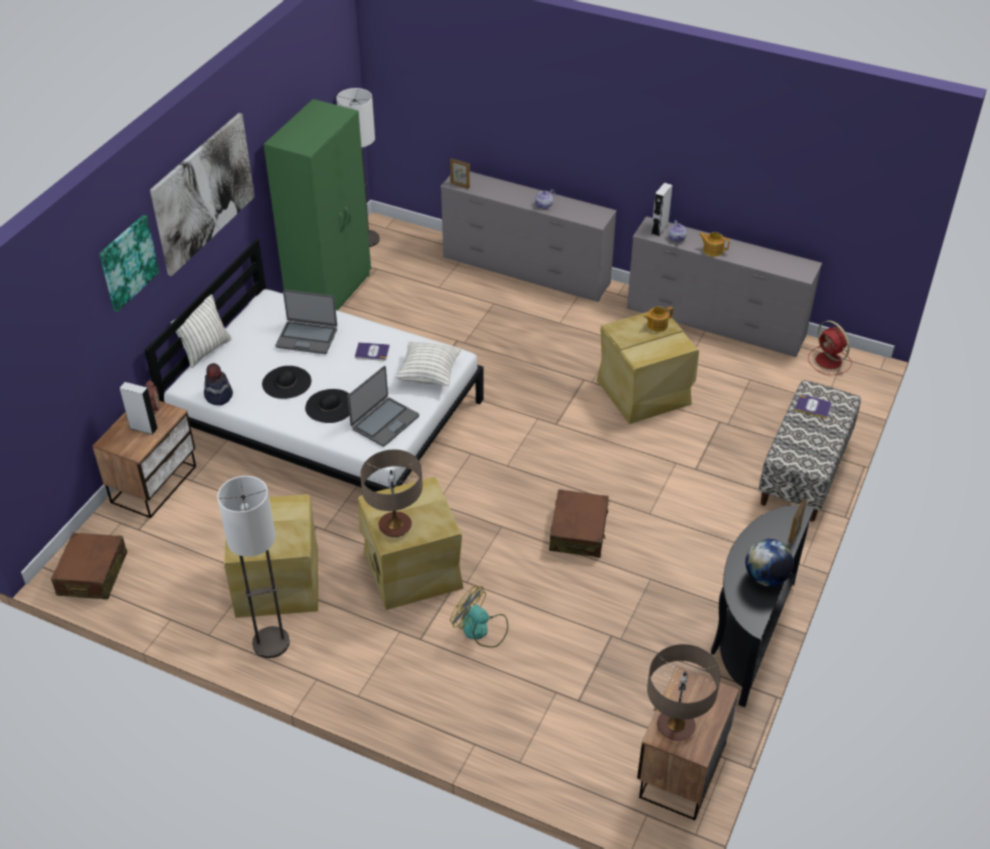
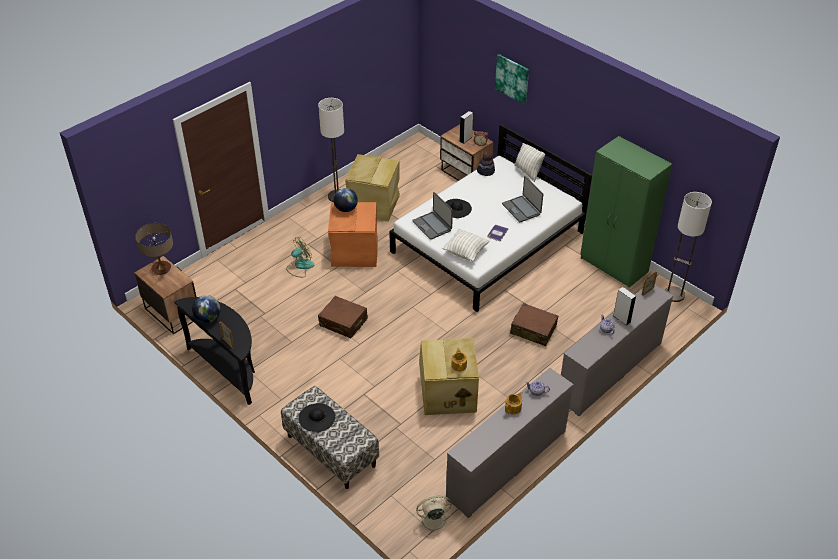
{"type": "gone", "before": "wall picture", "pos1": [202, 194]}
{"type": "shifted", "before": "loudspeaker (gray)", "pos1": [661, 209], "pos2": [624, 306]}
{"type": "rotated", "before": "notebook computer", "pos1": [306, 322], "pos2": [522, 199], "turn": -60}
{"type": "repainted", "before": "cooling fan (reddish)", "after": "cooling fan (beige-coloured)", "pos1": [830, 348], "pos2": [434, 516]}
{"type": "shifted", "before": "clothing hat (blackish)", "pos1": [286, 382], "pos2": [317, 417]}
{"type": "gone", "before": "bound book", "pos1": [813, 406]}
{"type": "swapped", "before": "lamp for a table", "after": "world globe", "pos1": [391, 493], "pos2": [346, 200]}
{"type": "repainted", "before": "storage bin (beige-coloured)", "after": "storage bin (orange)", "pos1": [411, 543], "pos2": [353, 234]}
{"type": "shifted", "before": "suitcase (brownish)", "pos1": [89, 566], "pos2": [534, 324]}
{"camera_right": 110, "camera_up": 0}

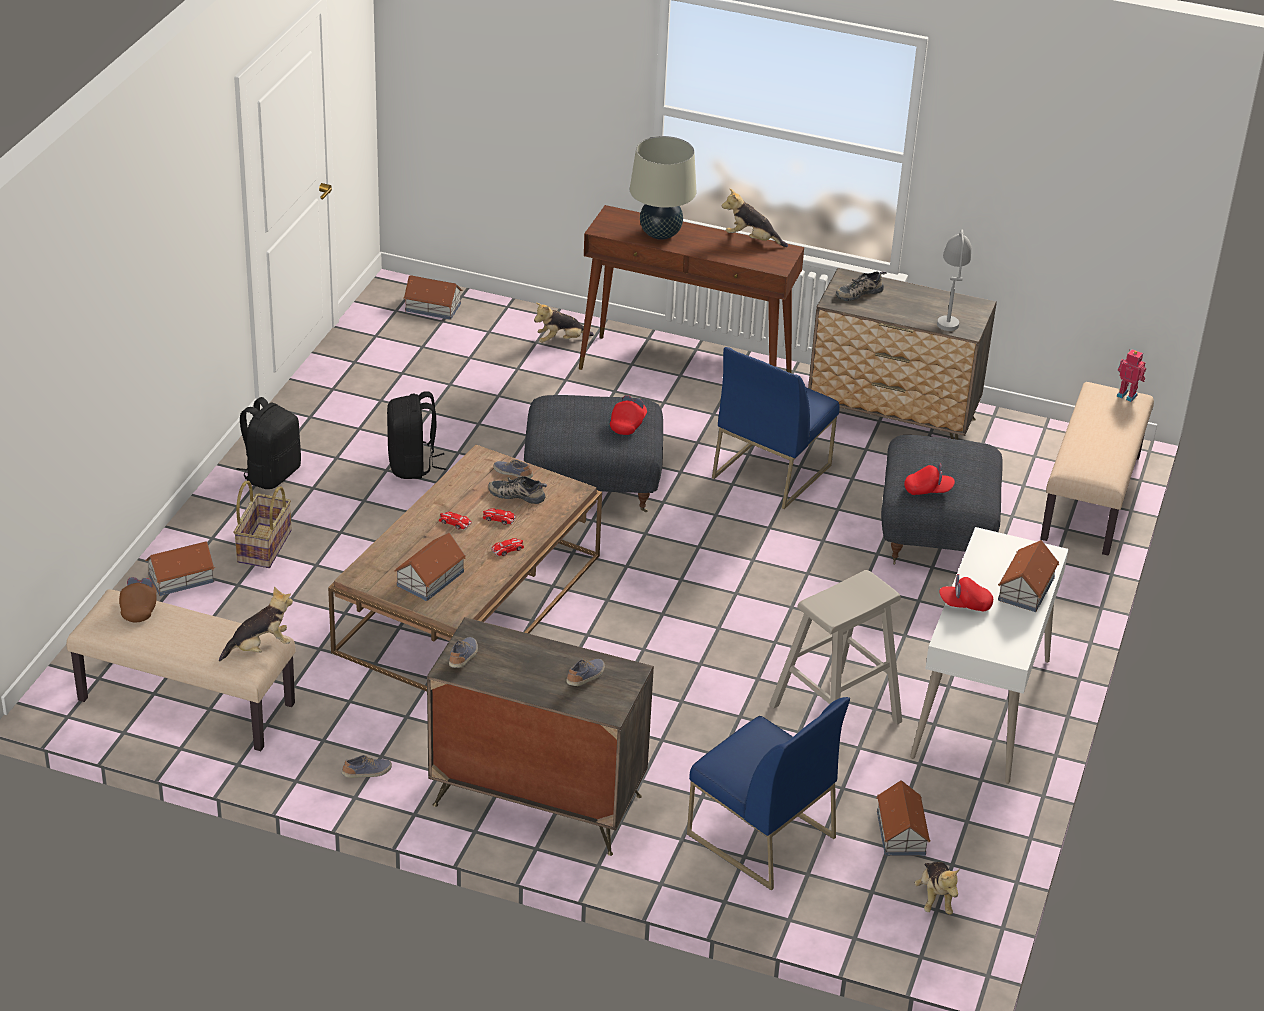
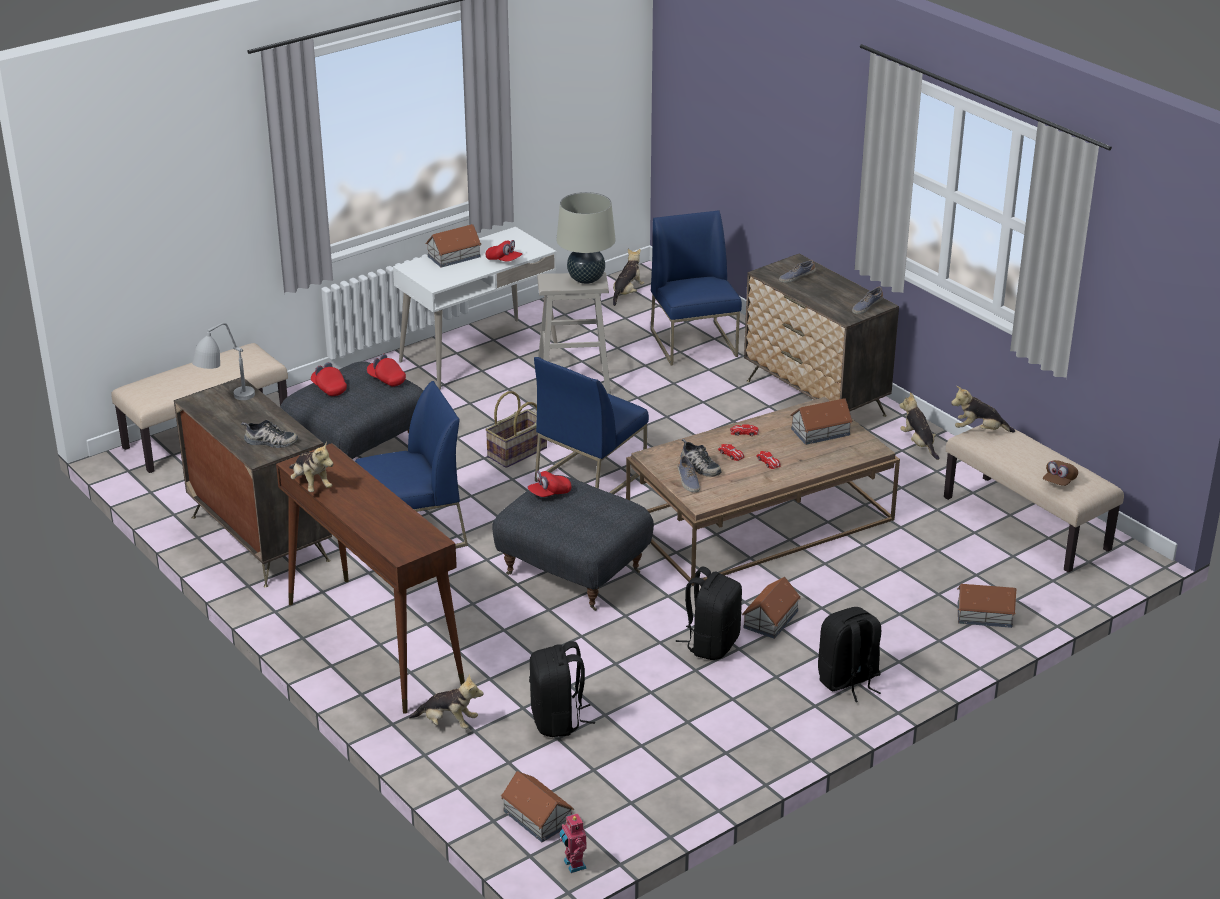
{"type": "shifted", "before": "lamp for a table (beige-coloured)", "pos1": [663, 188], "pos2": [586, 238]}
{"type": "shifted", "before": "robot figure", "pos1": [1131, 375], "pos2": [573, 842]}
{"type": "shifted", "before": "household basket", "pos1": [262, 524], "pos2": [516, 429]}
{"type": "swapped", "before": "item of footwear", "after": "cuddly toy", "pos1": [367, 766], "pos2": [919, 426]}
{"type": "shifted", "before": "toy house", "pos1": [903, 818], "pos2": [771, 608]}
{"type": "new", "after": "plain chair (blue-coloured)", "pos2": [591, 425]}
{"type": "new", "after": "cap (reddish)", "pos2": [329, 379]}
{"type": "new", "after": "knapsack (blackish)", "pos2": [562, 689]}
{"camera_right": -145, "camera_up": -5}

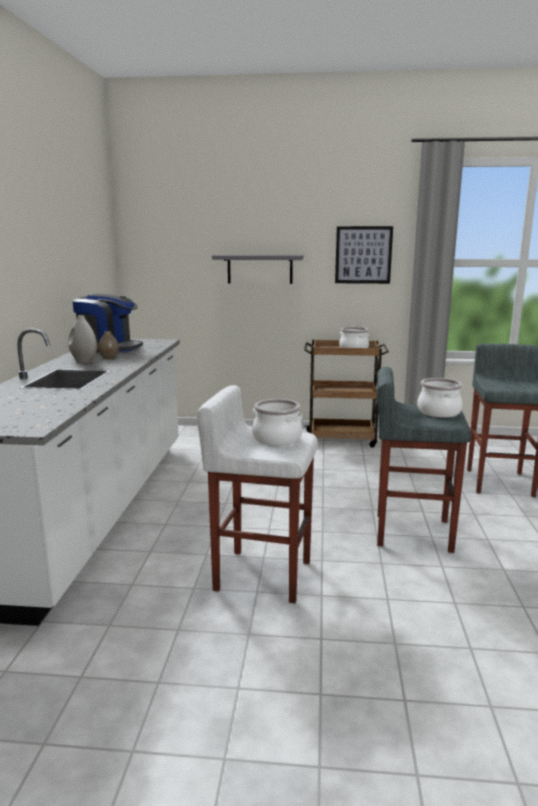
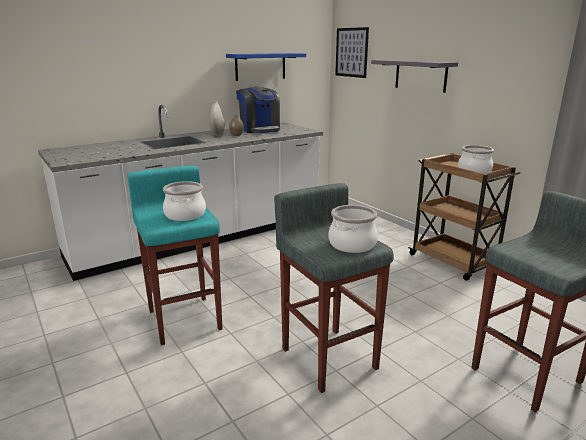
{"type": "shifted", "before": "wall picture", "pos1": [364, 255], "pos2": [352, 52]}
{"type": "repainted", "before": "stool seat (white-coloured)", "after": "stool seat (turquoise-coloured)", "pos1": [257, 494], "pos2": [174, 255]}
{"type": "new", "after": "wall shelf (blue-coloured)", "pos2": [266, 67]}
{"camera_right": 50, "camera_up": 5}

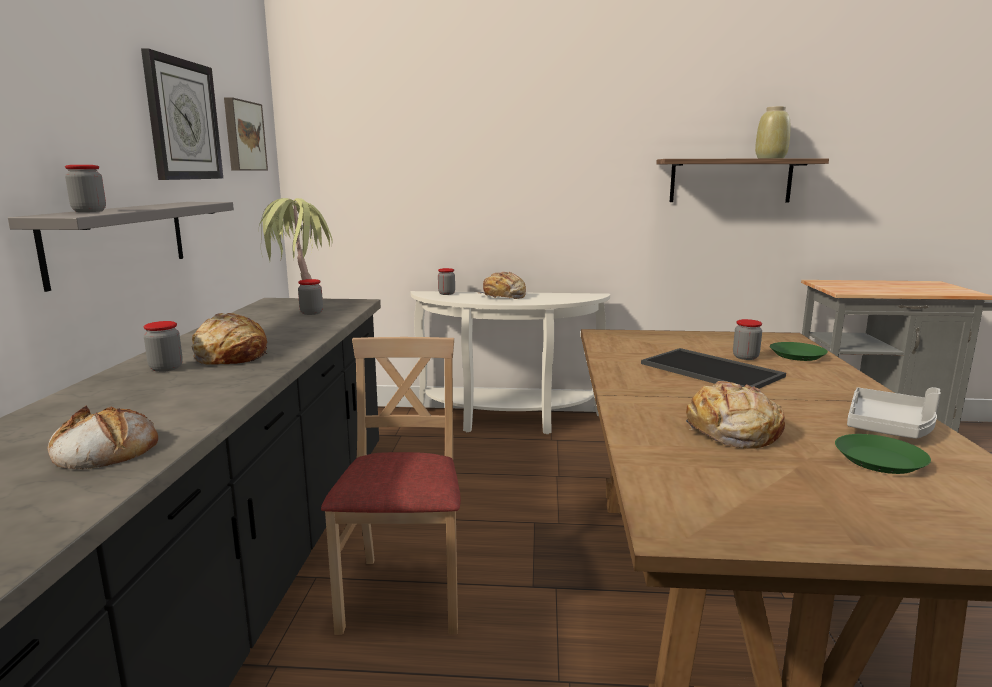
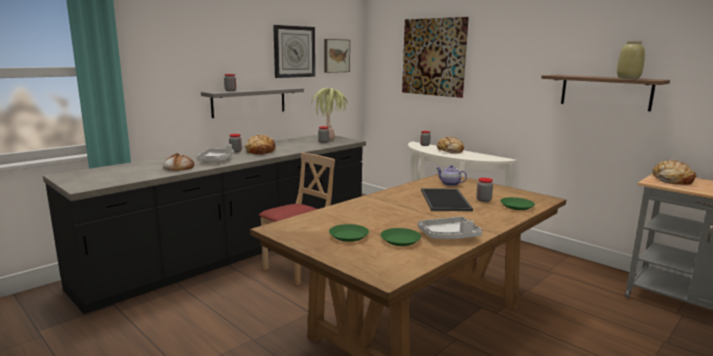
{"type": "shifted", "before": "baked bread", "pos1": [735, 414], "pos2": [674, 172]}
{"type": "new", "after": "wall picture", "pos2": [435, 57]}
{"type": "new", "after": "carrying tray (gray)", "pos2": [215, 153]}
{"type": "new", "after": "teapot", "pos2": [452, 175]}
{"type": "new", "after": "dinner plate (greenish)", "pos2": [349, 233]}
{"camera_right": 40, "camera_up": 0}

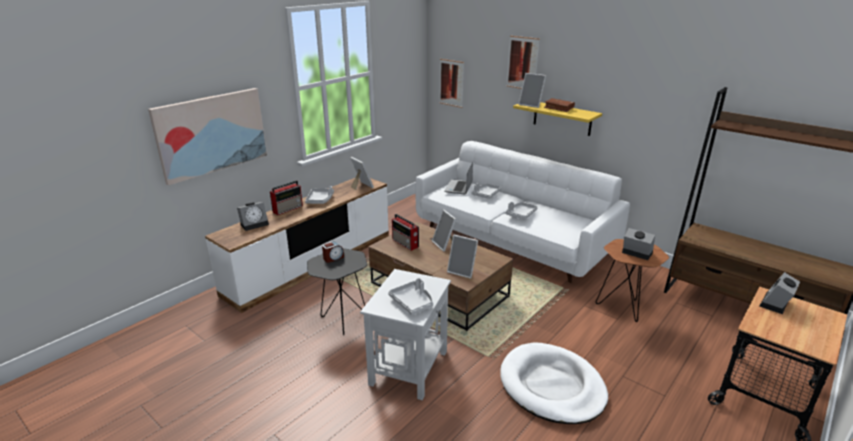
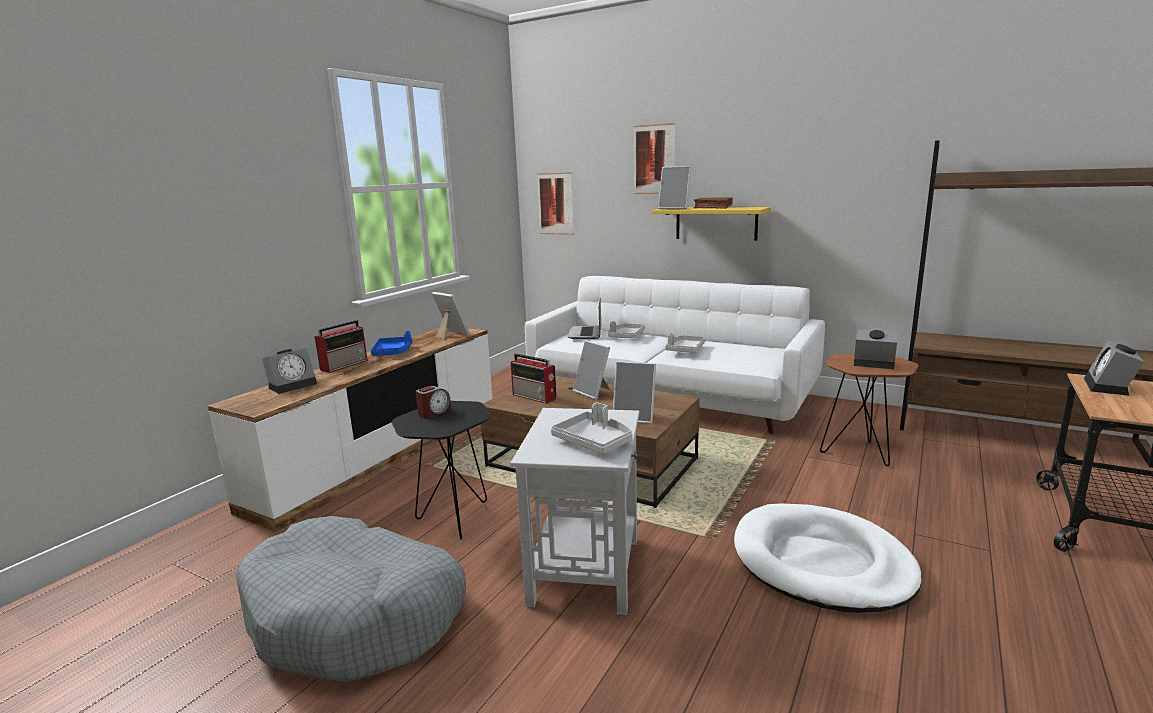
{"type": "gone", "before": "wall picture", "pos1": [207, 136]}
{"type": "repainted", "before": "carrying tray (gray)", "after": "carrying tray (blue-coloured)", "pos1": [319, 195], "pos2": [391, 343]}
{"type": "new", "after": "dog bed (gray)", "pos2": [351, 599]}
{"camera_right": -10, "camera_up": -10}

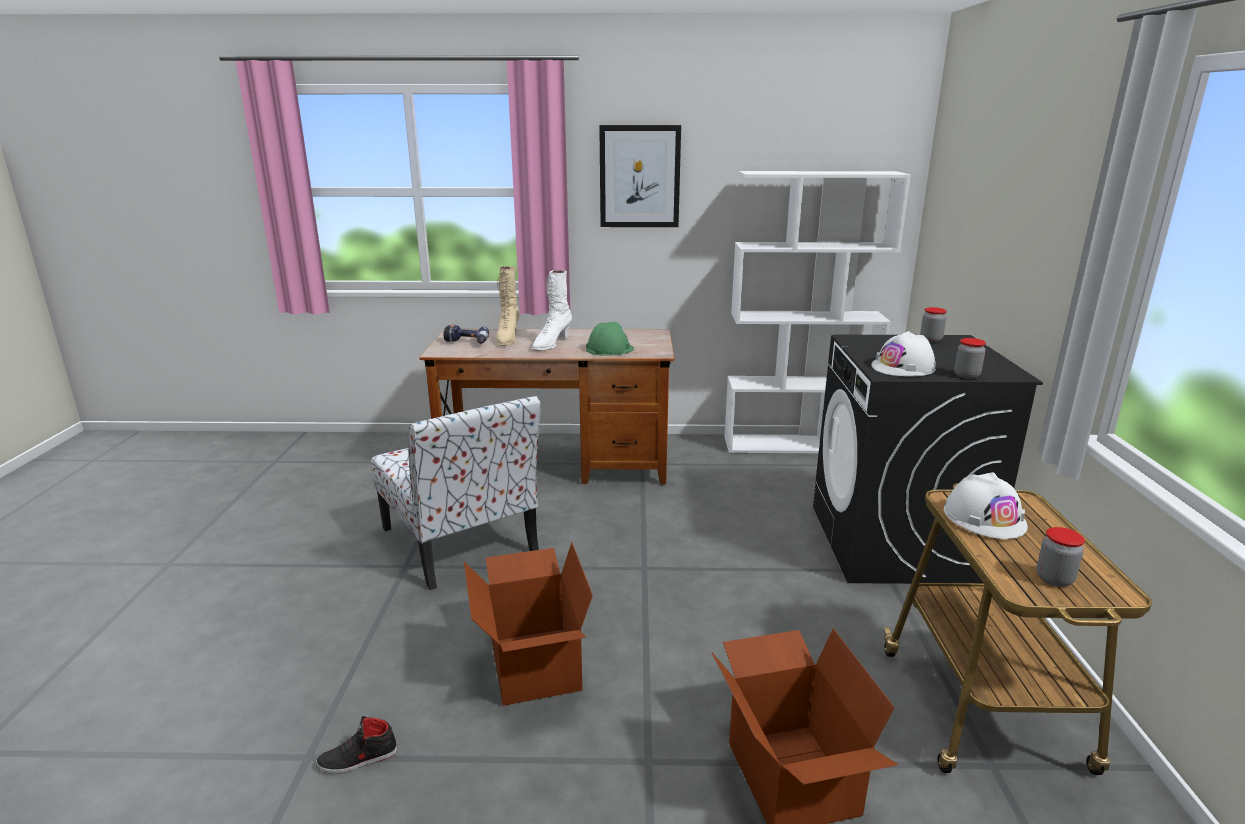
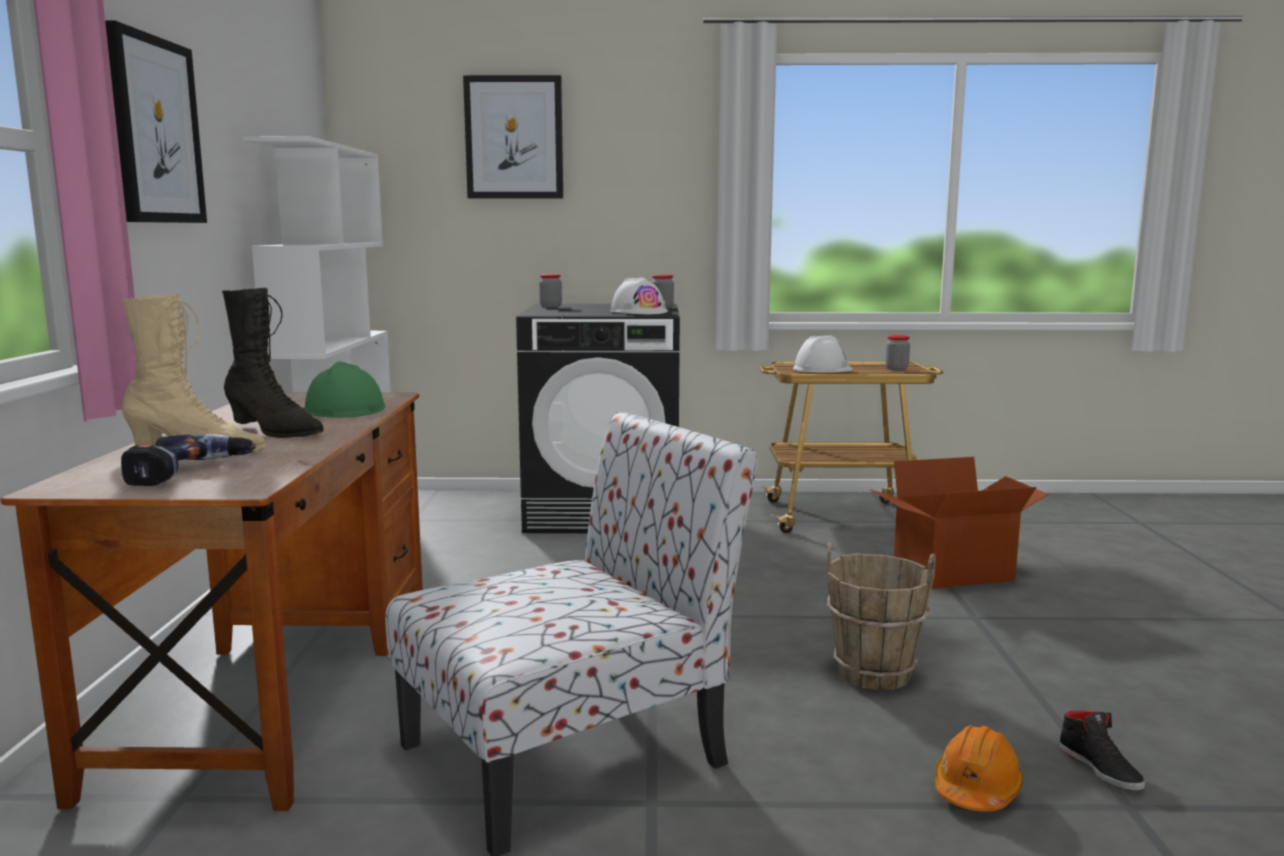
{"type": "repainted", "before": "boot (white-coloured)", "after": "boot (blackish)", "pos1": [552, 310], "pos2": [273, 363]}
{"type": "swapped", "before": "carton", "after": "pail (brownish)", "pos1": [528, 624], "pos2": [881, 616]}
{"type": "new", "after": "wall picture", "pos2": [513, 136]}
{"type": "new", "after": "work helmet (orange)", "pos2": [979, 768]}
{"camera_right": -90, "camera_up": -10}

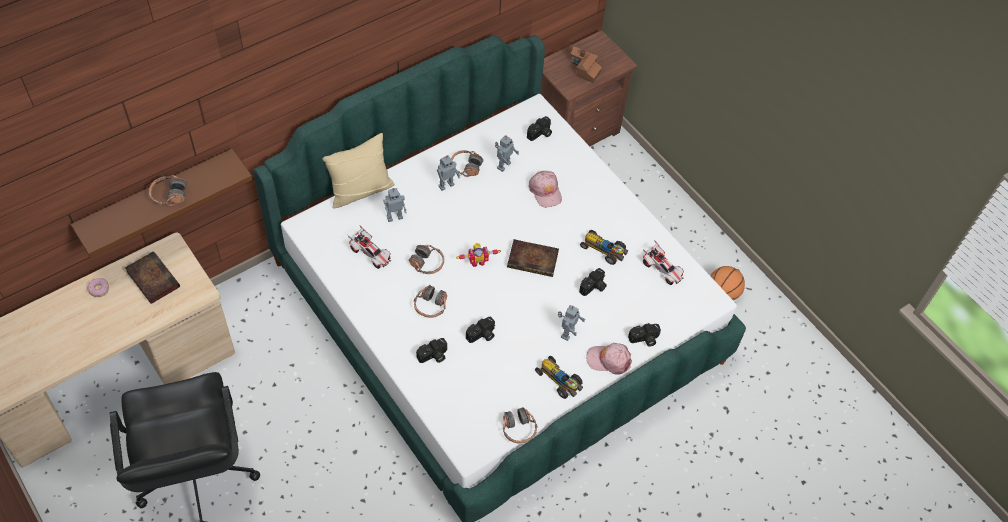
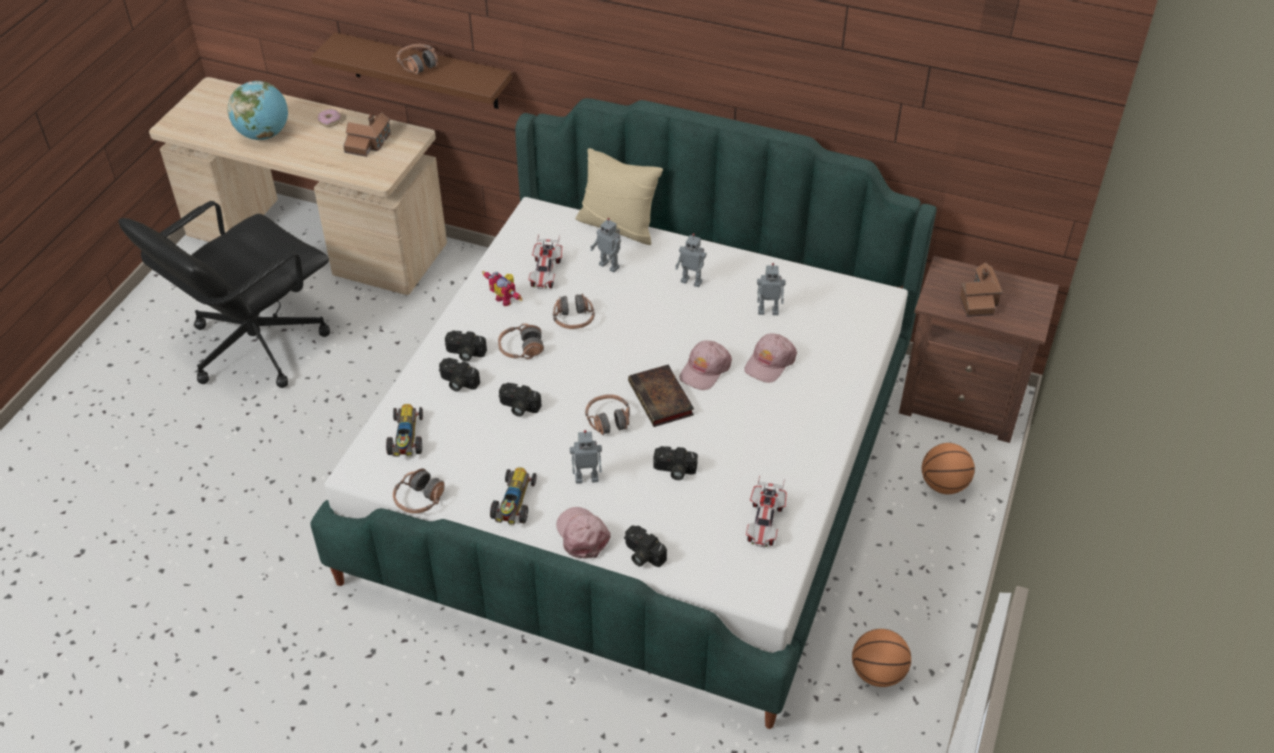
{"type": "shifted", "before": "photo camera", "pos1": [539, 128], "pos2": [466, 346]}
{"type": "shifted", "before": "headset", "pos1": [467, 163], "pos2": [607, 414]}
{"type": "shifted", "before": "miniature car", "pos1": [604, 247], "pos2": [404, 430]}
{"type": "shifted", "before": "robot figure", "pos1": [478, 255], "pos2": [502, 288]}
{"type": "swapped", "before": "bound book", "after": "toy house", "pos1": [152, 277], "pos2": [367, 134]}
{"type": "new", "after": "world globe", "pos2": [258, 110]}
{"type": "new", "after": "cap (pink)", "pos2": [706, 365]}
{"type": "new", "after": "basketball ball", "pos2": [948, 468]}
{"camera_right": 60, "camera_up": -10}

